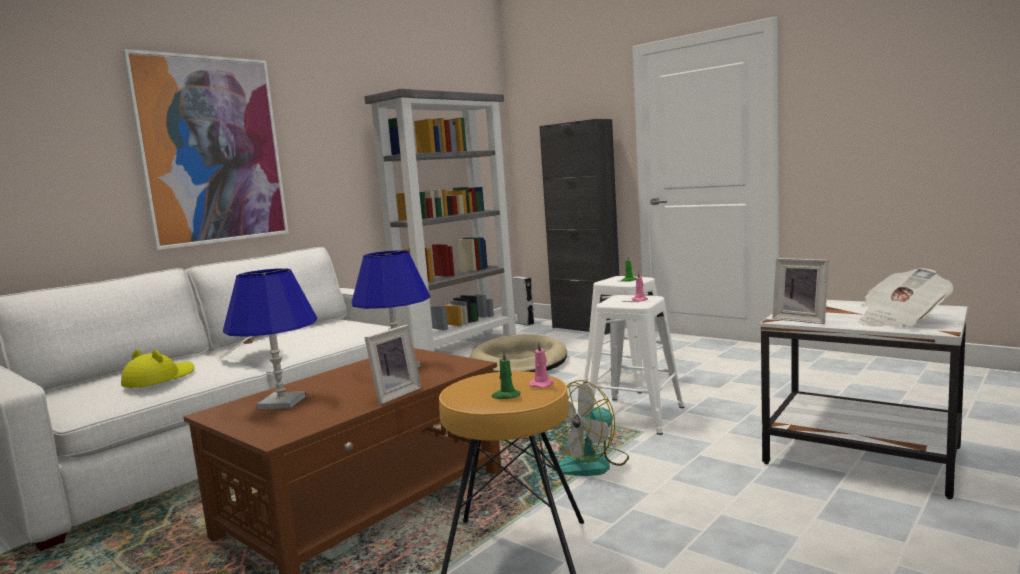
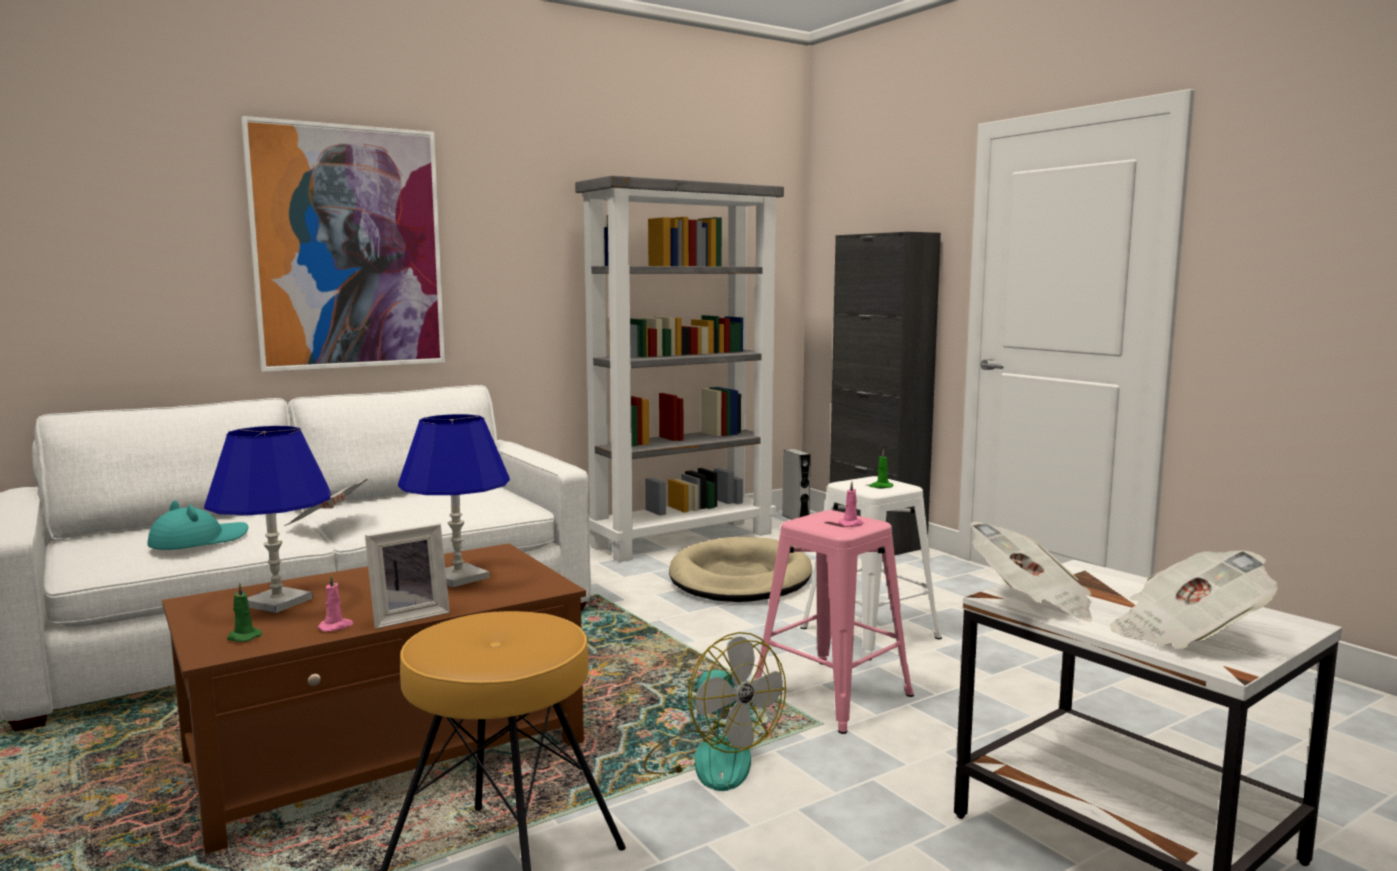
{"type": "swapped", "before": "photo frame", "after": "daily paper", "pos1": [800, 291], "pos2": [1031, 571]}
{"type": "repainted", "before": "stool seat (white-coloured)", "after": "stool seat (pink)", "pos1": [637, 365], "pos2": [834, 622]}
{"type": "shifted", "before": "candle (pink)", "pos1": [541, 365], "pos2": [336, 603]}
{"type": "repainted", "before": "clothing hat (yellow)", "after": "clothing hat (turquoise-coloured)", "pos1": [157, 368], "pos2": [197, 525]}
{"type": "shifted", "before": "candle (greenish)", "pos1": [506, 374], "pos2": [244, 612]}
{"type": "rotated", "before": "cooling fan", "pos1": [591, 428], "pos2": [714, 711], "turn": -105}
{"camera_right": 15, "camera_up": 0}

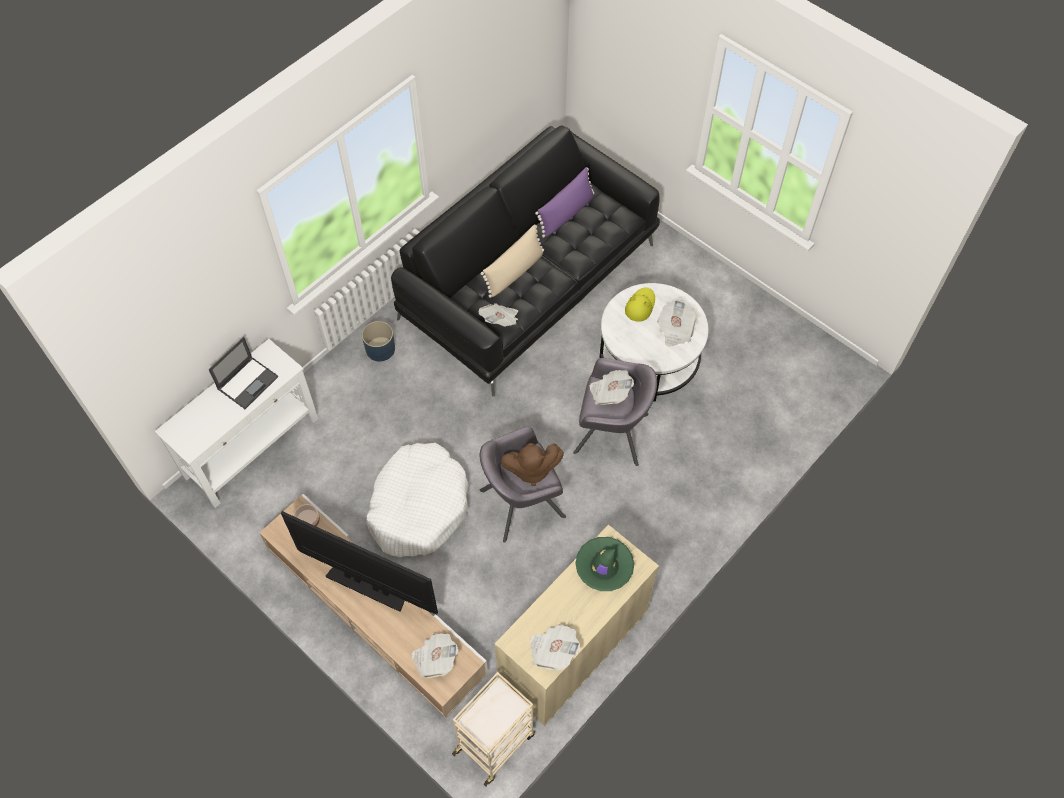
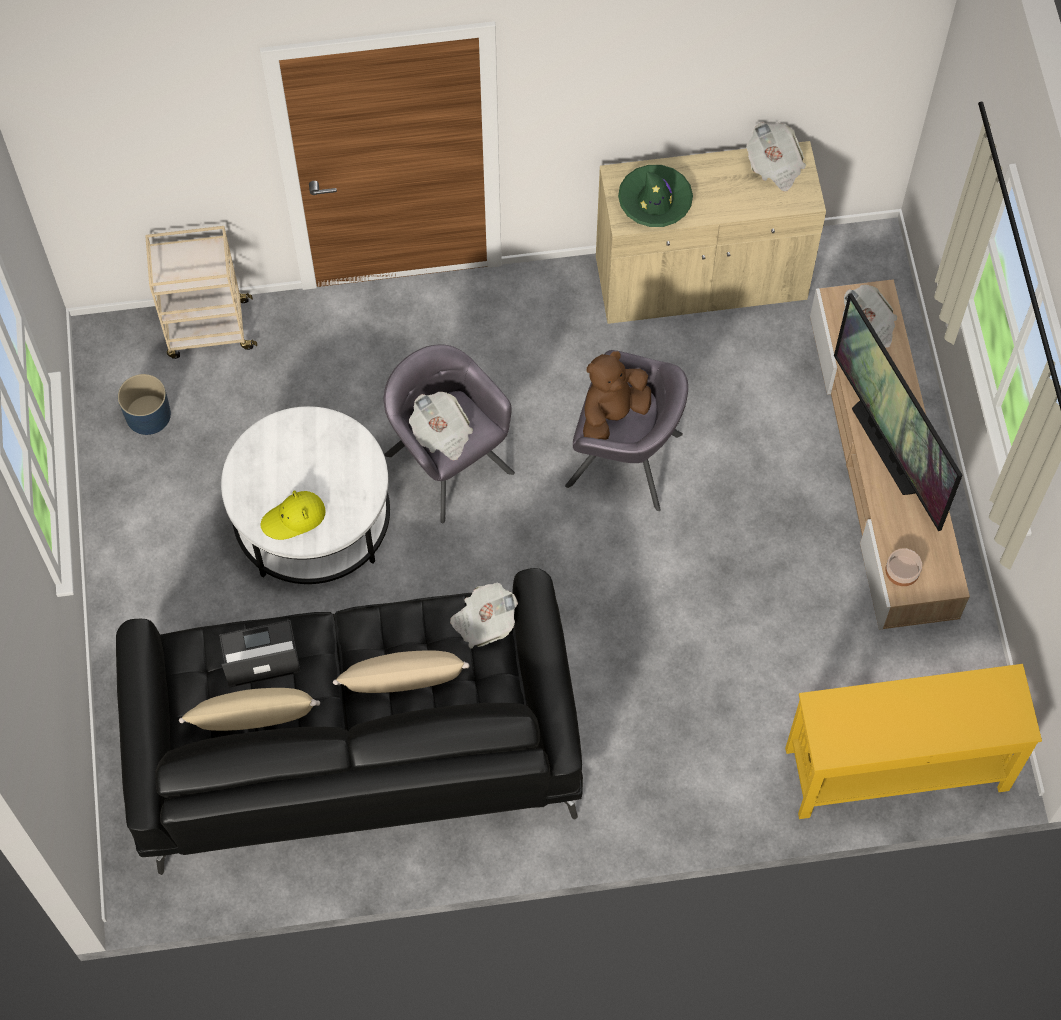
{"type": "repainted", "before": "throw pillow (purple-coloured)", "after": "throw pillow (beige-coloured)", "pos1": [565, 202], "pos2": [249, 709]}
{"type": "gone", "before": "daily paper", "pos1": [677, 323]}
{"type": "shifted", "before": "plant pot (blue-coloured)", "pos1": [378, 341], "pos2": [144, 404]}
{"type": "shifted", "before": "notebook computer", "pos1": [243, 373], "pos2": [260, 654]}
{"type": "repainted", "before": "hall table (white-coloured)", "after": "hall table (yellow)", "pos1": [236, 423], "pos2": [913, 741]}
{"type": "gone", "before": "dog bed (white-coloured)", "pos1": [417, 500]}
{"type": "rotated", "before": "cuddly toy (brownish)", "pos1": [532, 464], "pos2": [617, 395], "turn": -75}
{"type": "shifted", "before": "cart (beige-coloured)", "pos1": [493, 729], "pos2": [201, 292]}
{"camera_right": -140, "camera_up": 5}

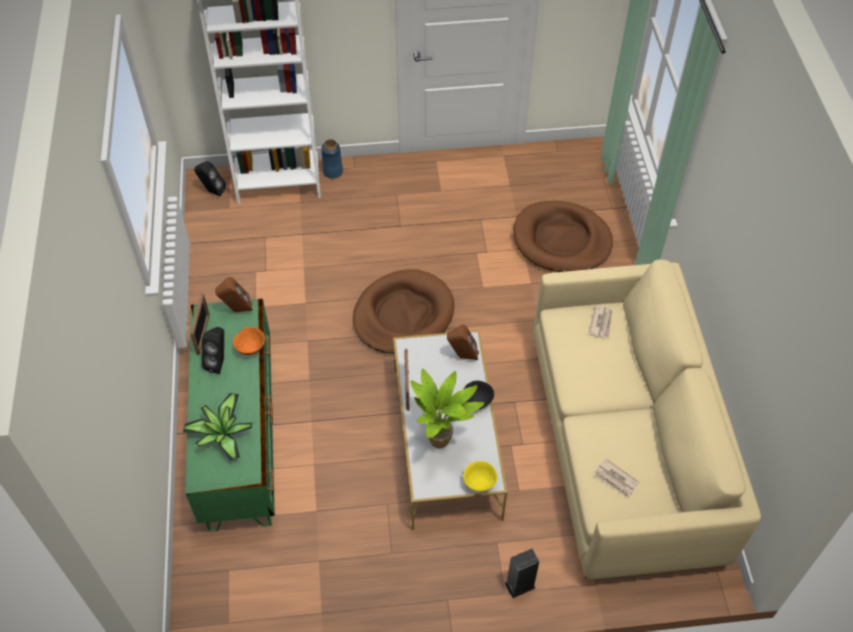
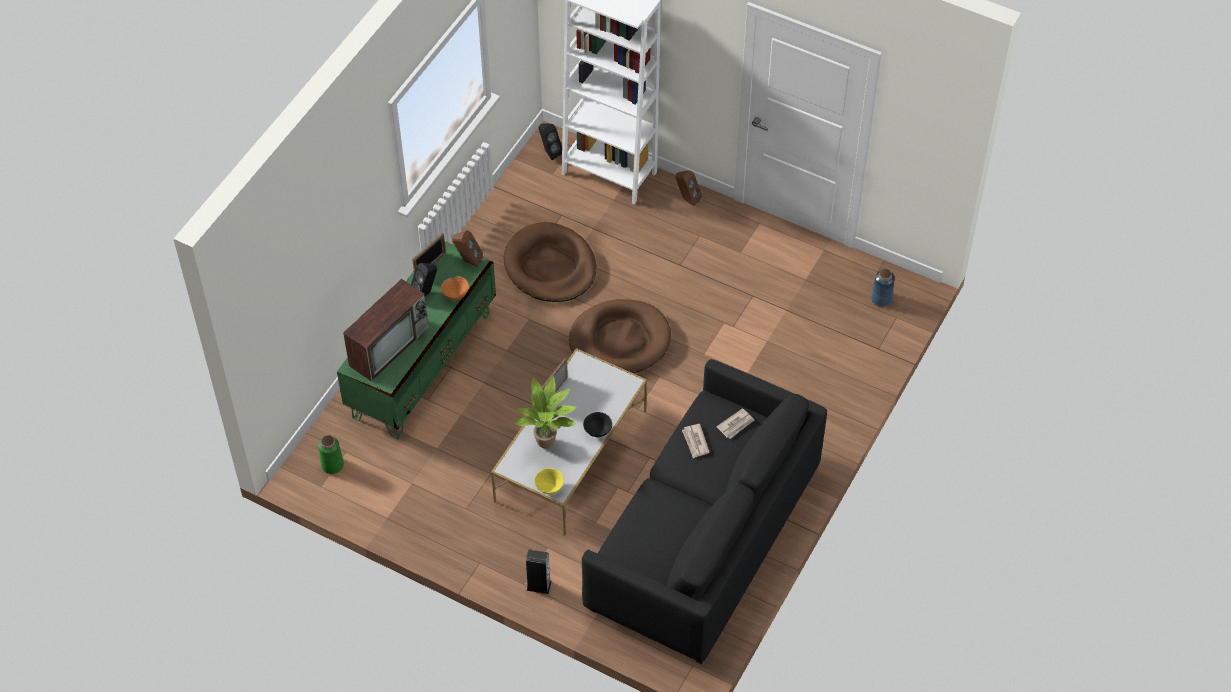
{"type": "shifted", "before": "flower vase (blue-coloured)", "pos1": [332, 159], "pos2": [883, 287]}
{"type": "shifted", "before": "dog bed (brownish)", "pos1": [563, 236], "pos2": [550, 262]}
{"type": "repainted", "before": "settee (beige-coloured)", "after": "settee (blackish)", "pos1": [647, 419], "pos2": [704, 511]}
{"type": "shifted", "before": "loudspeaker (brownish)", "pos1": [463, 342], "pos2": [688, 188]}
{"type": "swapped", "before": "houseplant", "after": "TV", "pos1": [218, 427], "pos2": [385, 330]}
{"type": "shifted", "before": "daily paper", "pos1": [616, 478], "pos2": [695, 441]}
{"type": "new", "after": "flower vase (greenish)", "pos2": [331, 454]}
{"camera_right": 35, "camera_up": 0}

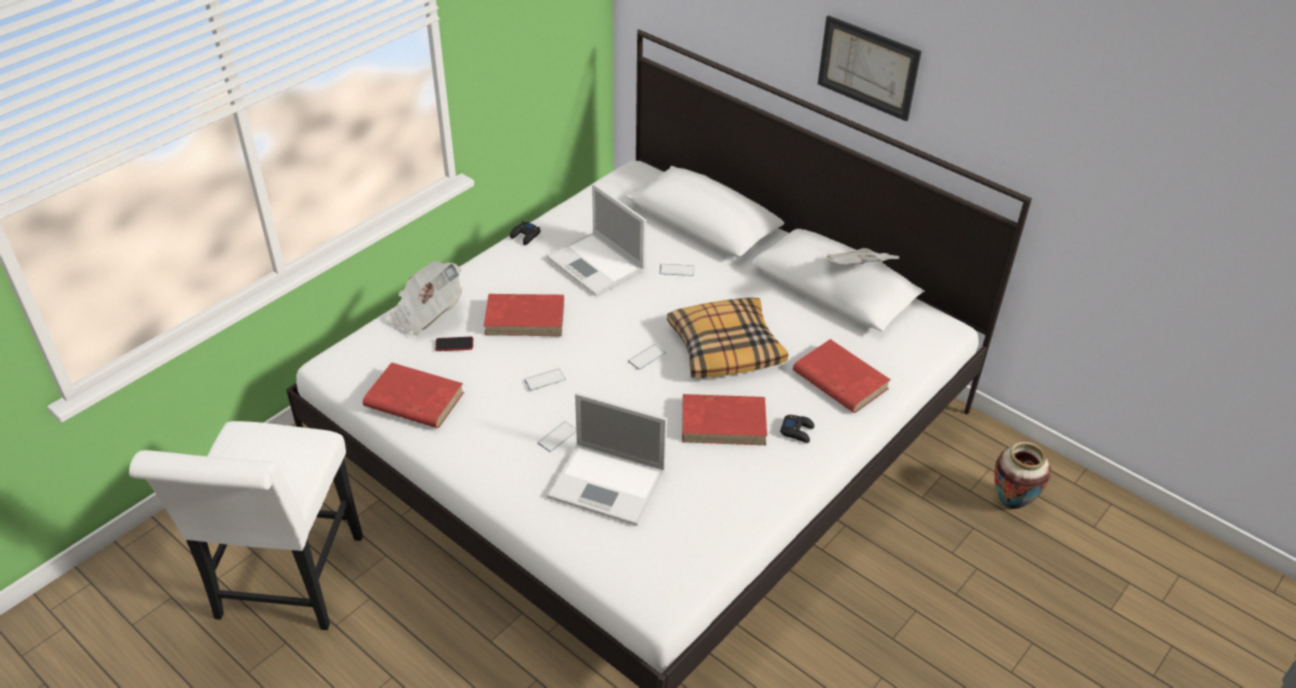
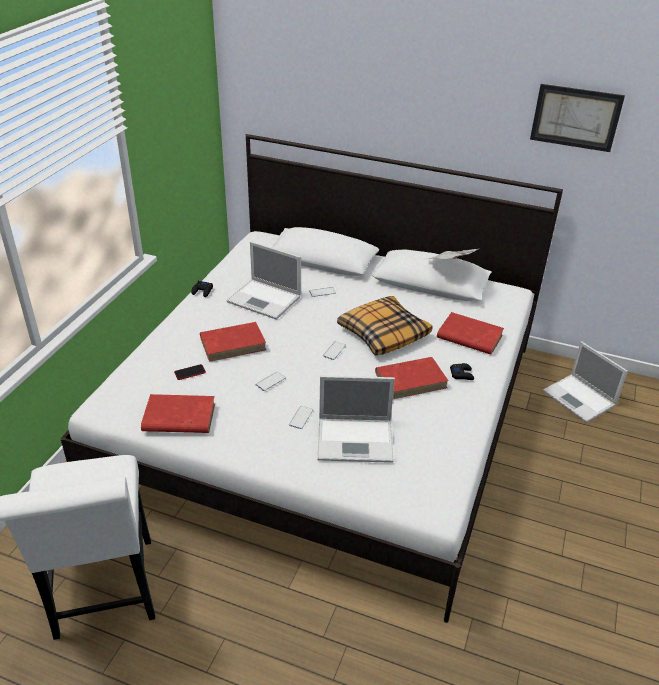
{"type": "shifted", "before": "wall picture", "pos1": [870, 68], "pos2": [577, 118]}
{"type": "gone", "before": "daily paper", "pos1": [424, 298]}
{"type": "swapped", "before": "flower vase", "after": "notebook computer", "pos1": [1022, 475], "pos2": [585, 382]}
{"camera_right": -20, "camera_up": -5}

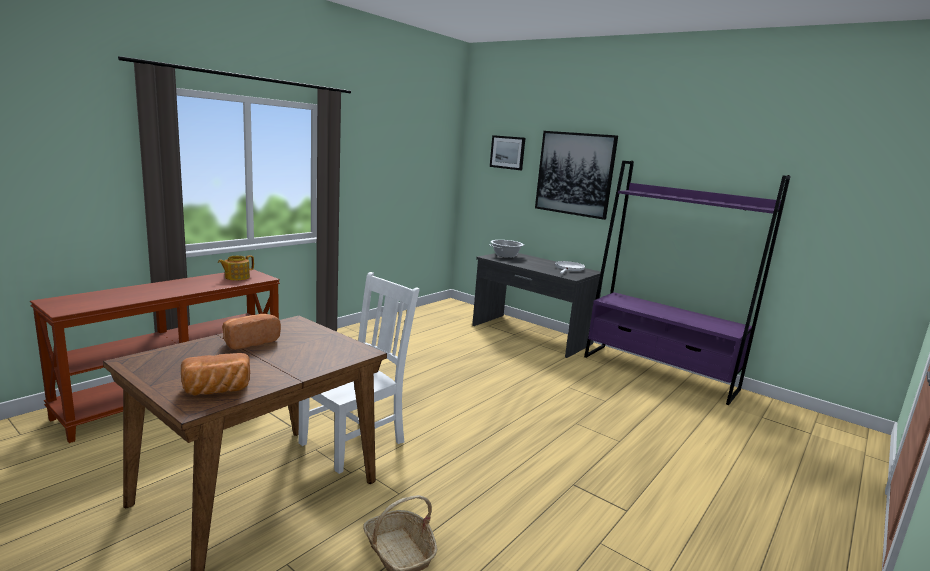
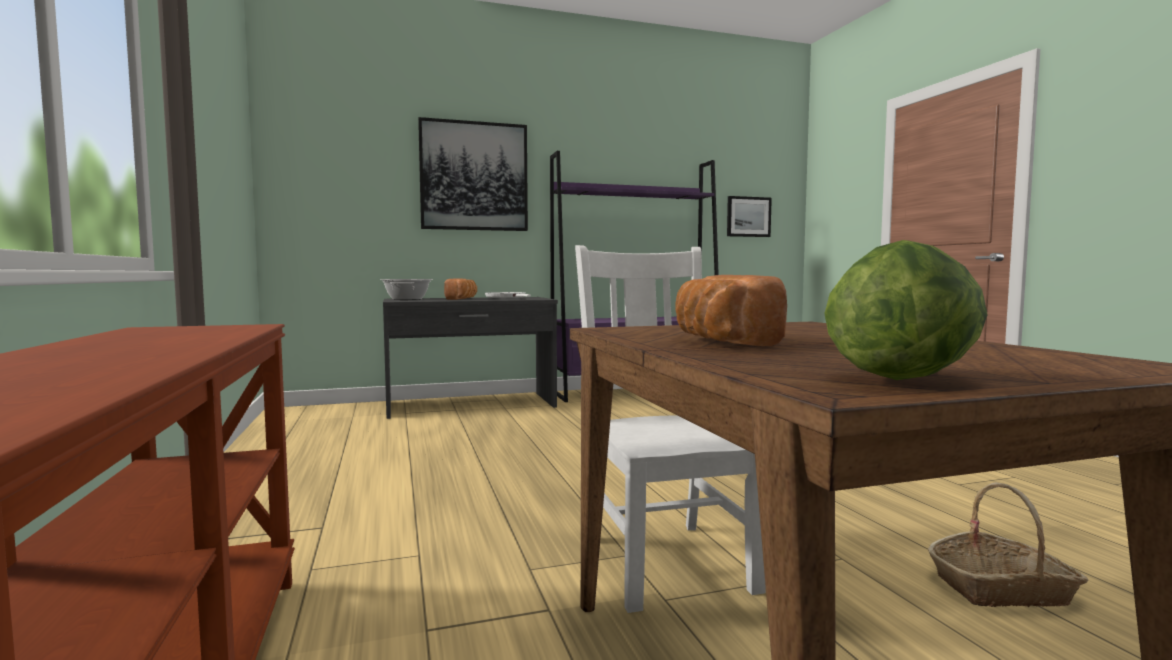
{"type": "shifted", "before": "wall picture", "pos1": [507, 152], "pos2": [749, 216]}
{"type": "gone", "before": "teapot", "pos1": [236, 268]}
{"type": "shifted", "before": "baked bread", "pos1": [215, 374], "pos2": [460, 289]}
{"type": "new", "after": "lettuce", "pos2": [906, 310]}
{"camera_right": -55, "camera_up": -10}

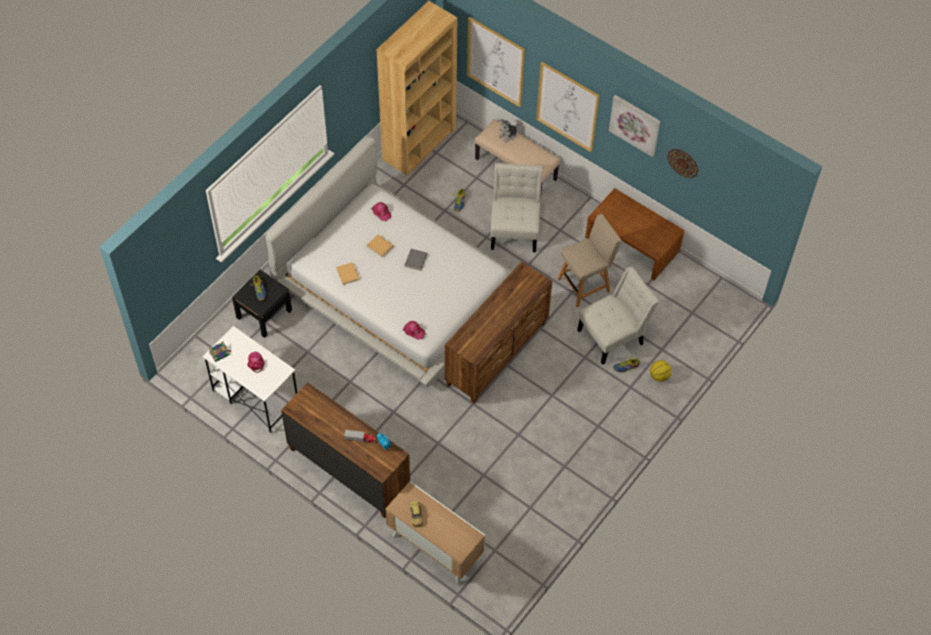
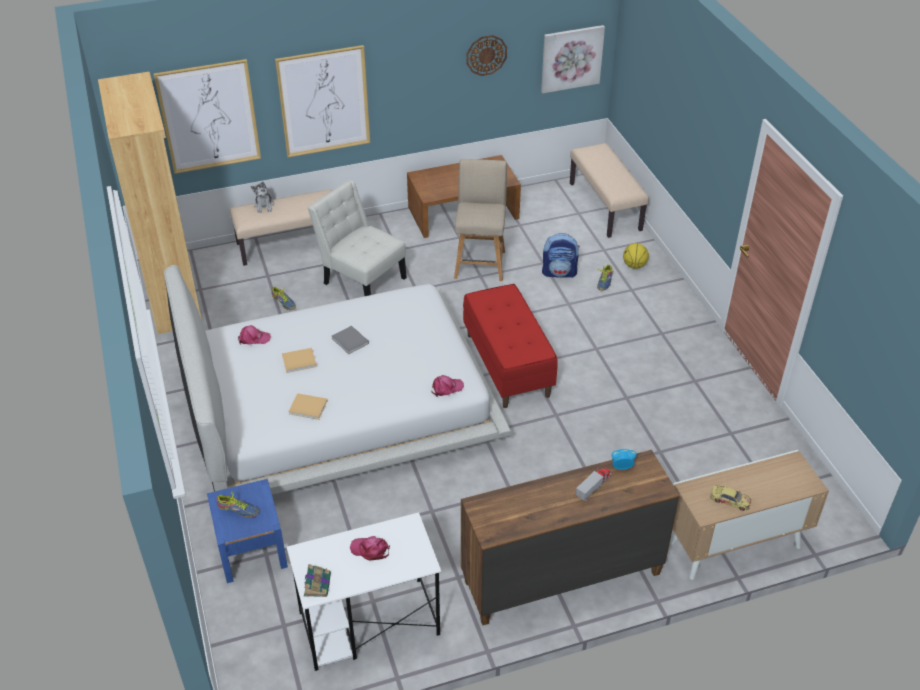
{"type": "shifted", "before": "wall picture", "pos1": [634, 126], "pos2": [573, 59]}
{"type": "swapped", "before": "dresser (brownish)", "after": "bench (reddish)", "pos1": [499, 332], "pos2": [510, 346]}
{"type": "swapped", "before": "plain chair (white-coloured)", "after": "knapsack", "pos1": [618, 315], "pos2": [561, 255]}
{"type": "repainted", "before": "nightstand (blackish)", "after": "nightstand (blue-coloured)", "pos1": [262, 304], "pos2": [247, 531]}
{"type": "new", "after": "bench (beige-coloured)", "pos2": [609, 190]}
{"camera_right": -55, "camera_up": -15}

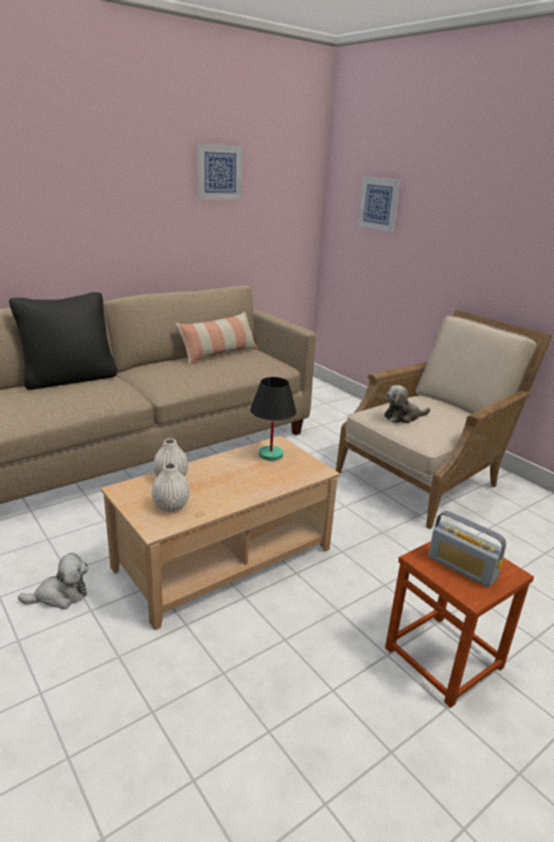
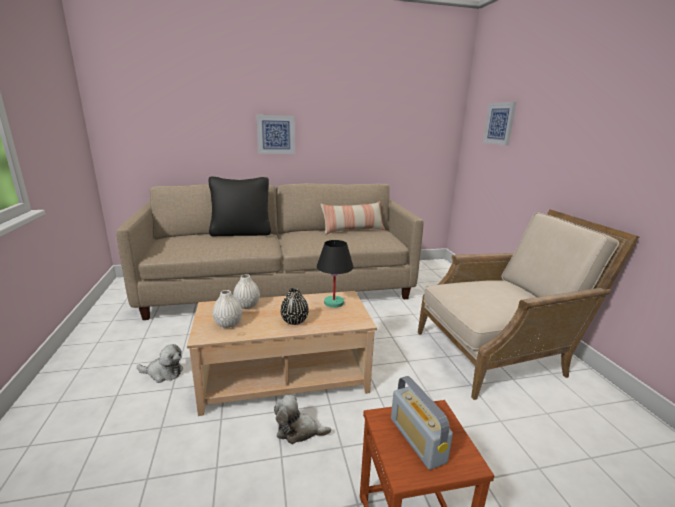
{"type": "shifted", "before": "wall picture", "pos1": [220, 171], "pos2": [275, 134]}
{"type": "shifted", "before": "cuddly toy", "pos1": [407, 404], "pos2": [302, 419]}
{"type": "new", "after": "flower vase (blackish)", "pos2": [294, 306]}
{"camera_right": 25, "camera_up": -5}

